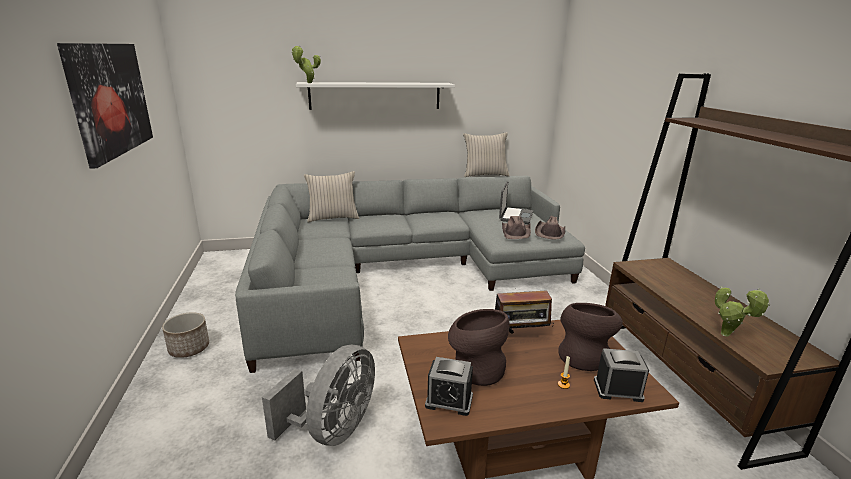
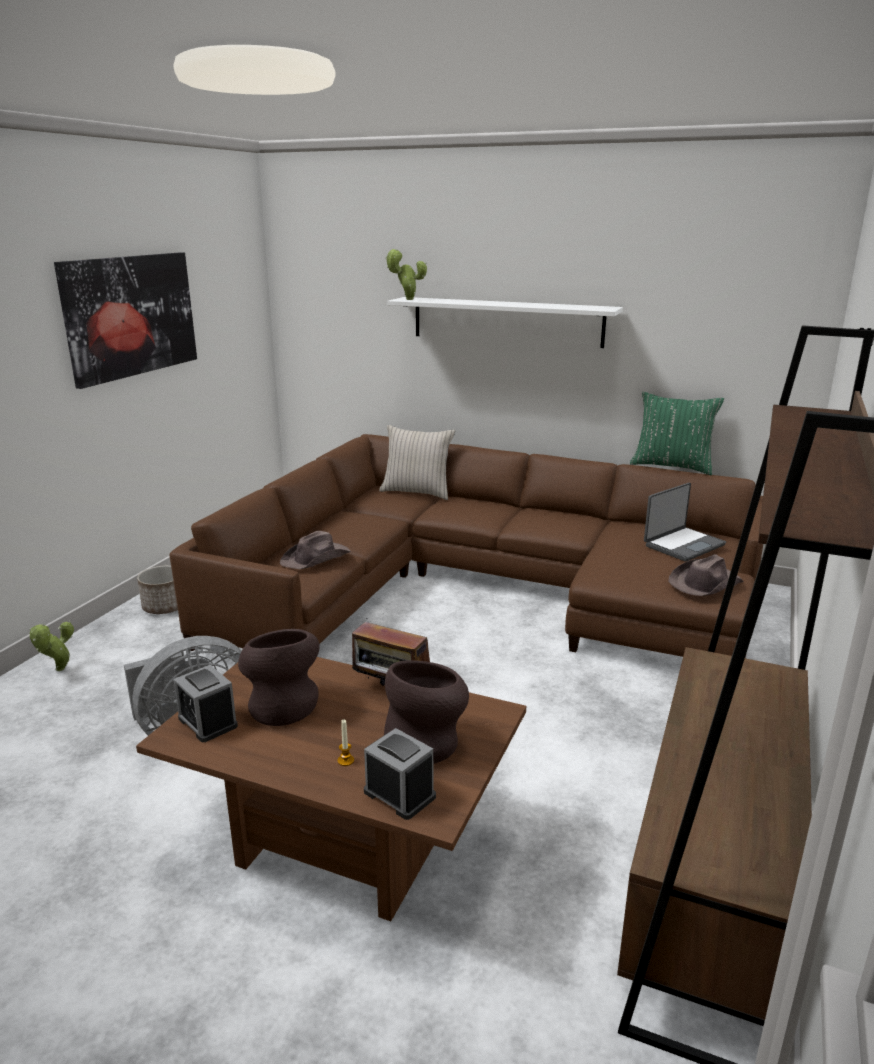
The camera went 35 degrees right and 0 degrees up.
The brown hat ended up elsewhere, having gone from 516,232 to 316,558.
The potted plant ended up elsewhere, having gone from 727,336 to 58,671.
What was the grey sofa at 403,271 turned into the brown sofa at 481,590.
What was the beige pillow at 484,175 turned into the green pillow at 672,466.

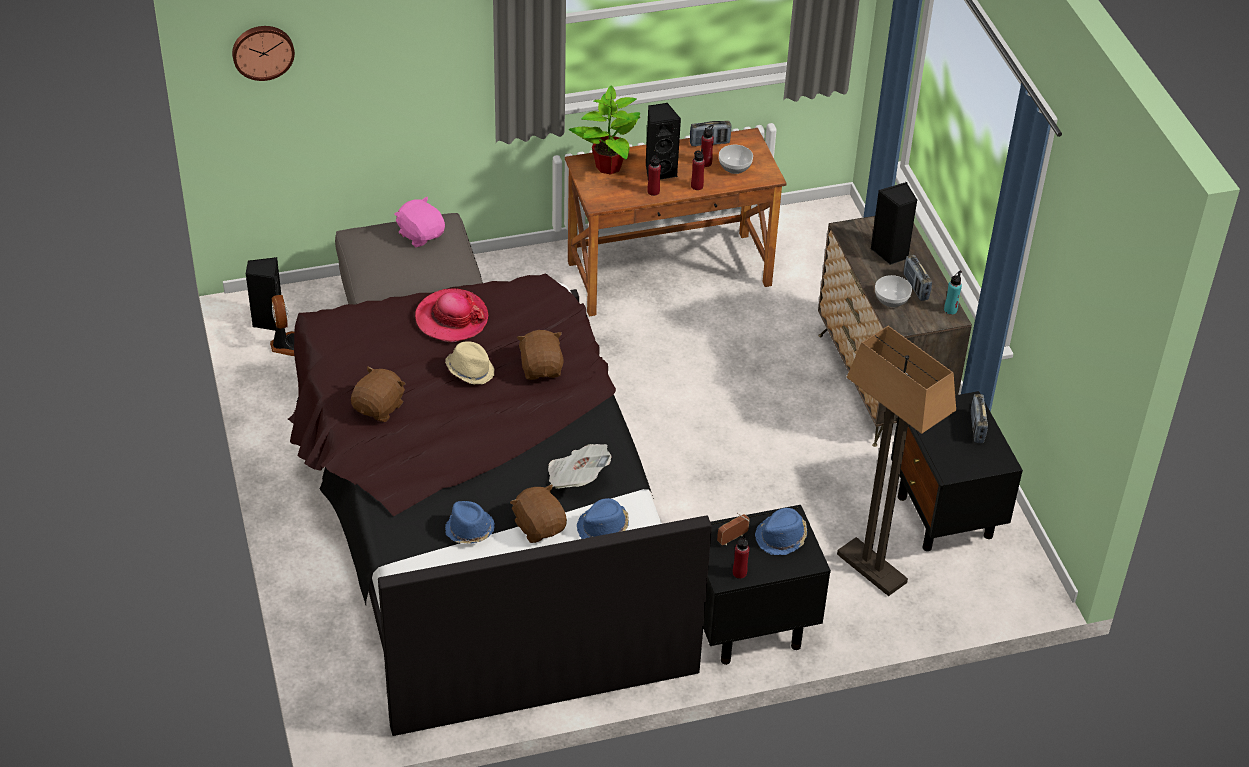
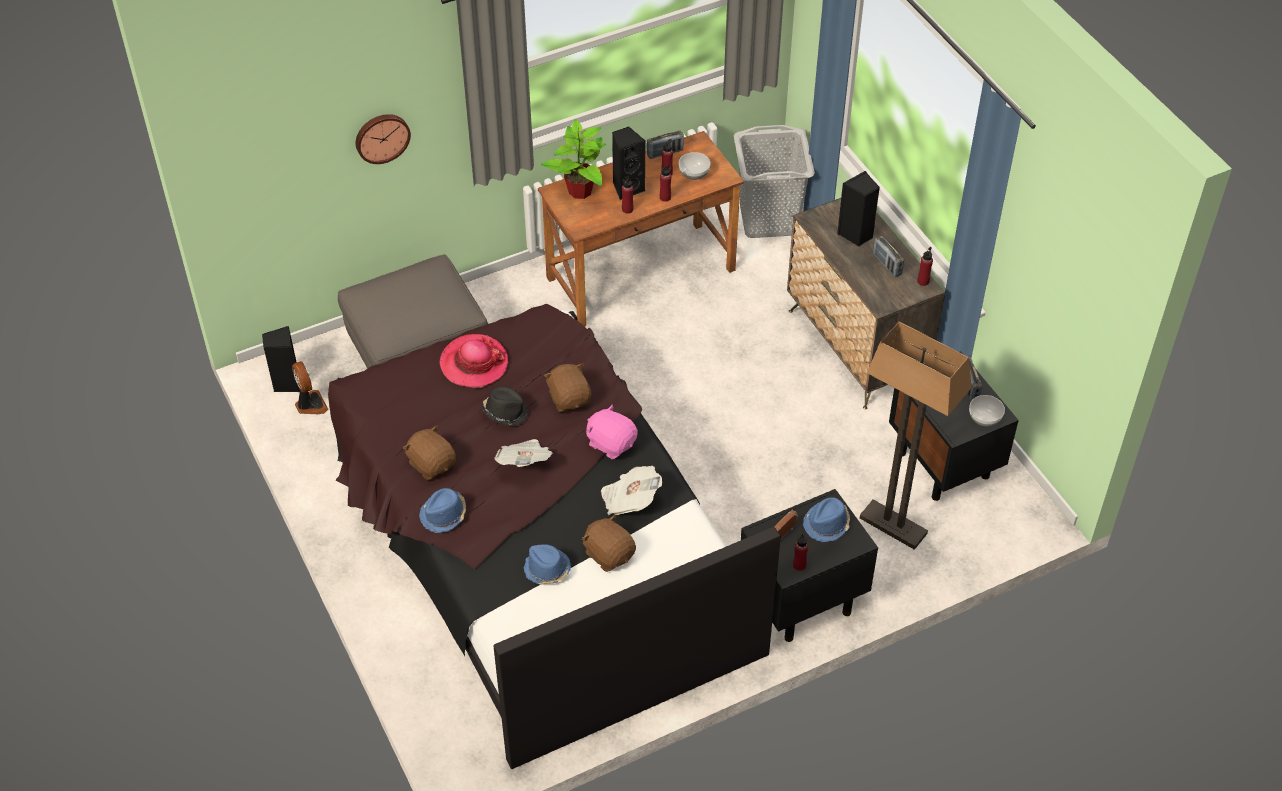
The camera went 10 degrees left and 5 degrees up.
The second view gained the newspaper at 525,463.
The second view gained the grey laundry basket at 769,219.
The wall clock ended up elsewhere, having gone from 262,51 to 381,137.
The pink plush toy ended up elsewhere, having gone from 421,235 to 611,443.
The blue hat ended up elsewhere, having gone from 603,528 to 444,515.
The bowl ended up elsewhere, having gone from 890,300 to 984,418.
What was the beige hat at 470,370 turned into the black hat at 505,412.
What was the turquoise bottle at 950,310 turned into the red bottle at 923,281.
The brown plush toy at 379,408 ended up facing another way, 60 degrees counterclockwise from before.

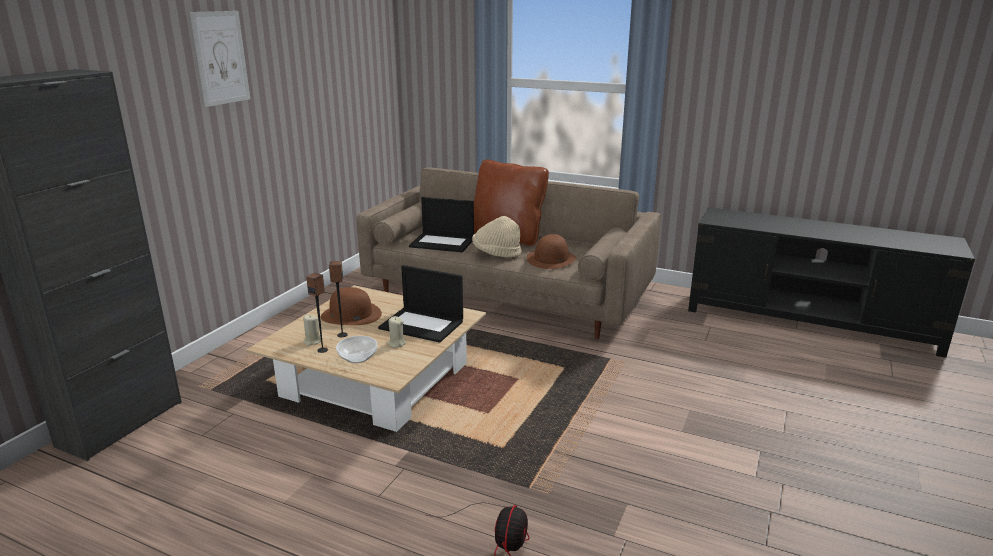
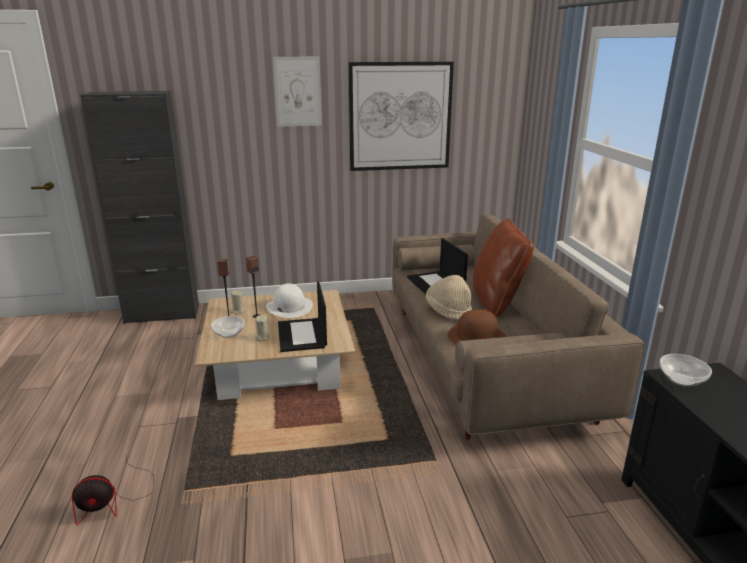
The camera went 55 degrees right and 0 degrees up.
The second view gained the picture at 400,117.
The second view gained the bowl at 681,379.
What was the brown hat at 351,315 turned into the white hat at 289,307.

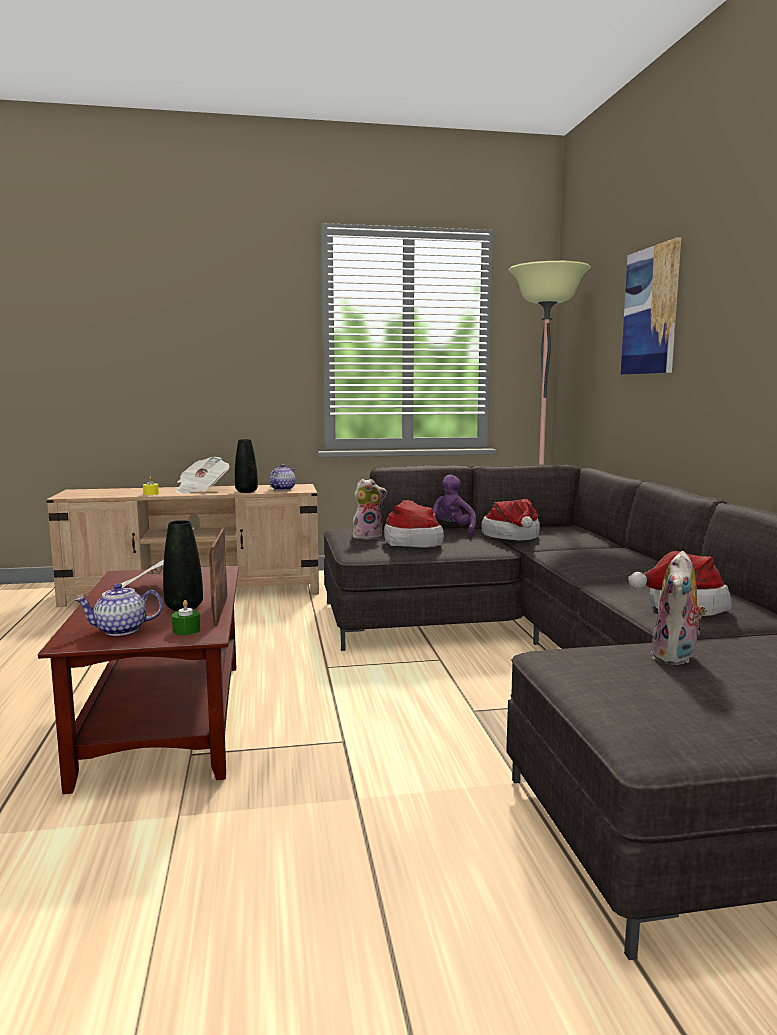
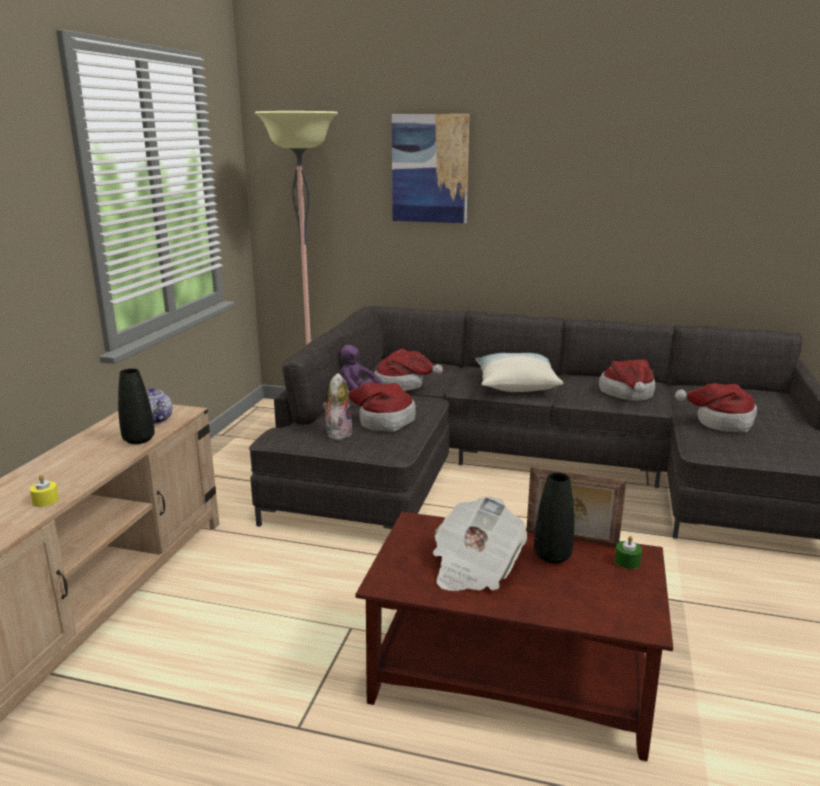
The camera went 65 degrees left and 10 degrees up.
The second view lost the teapot at 120,630.
The second view lost the newspaper at 201,490.
The second view gained the pillow at 515,385.
Where the plush toy stood at 676,657, the hat came to stand at 721,422.

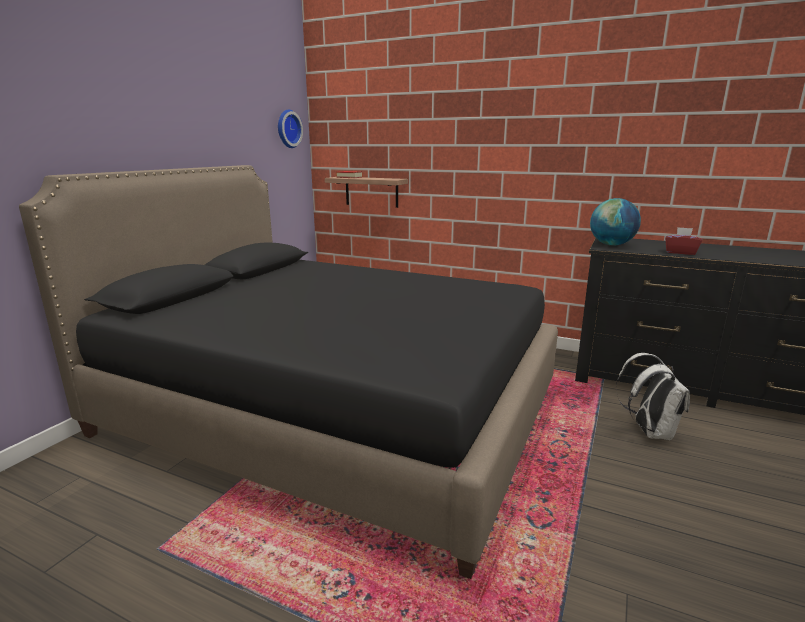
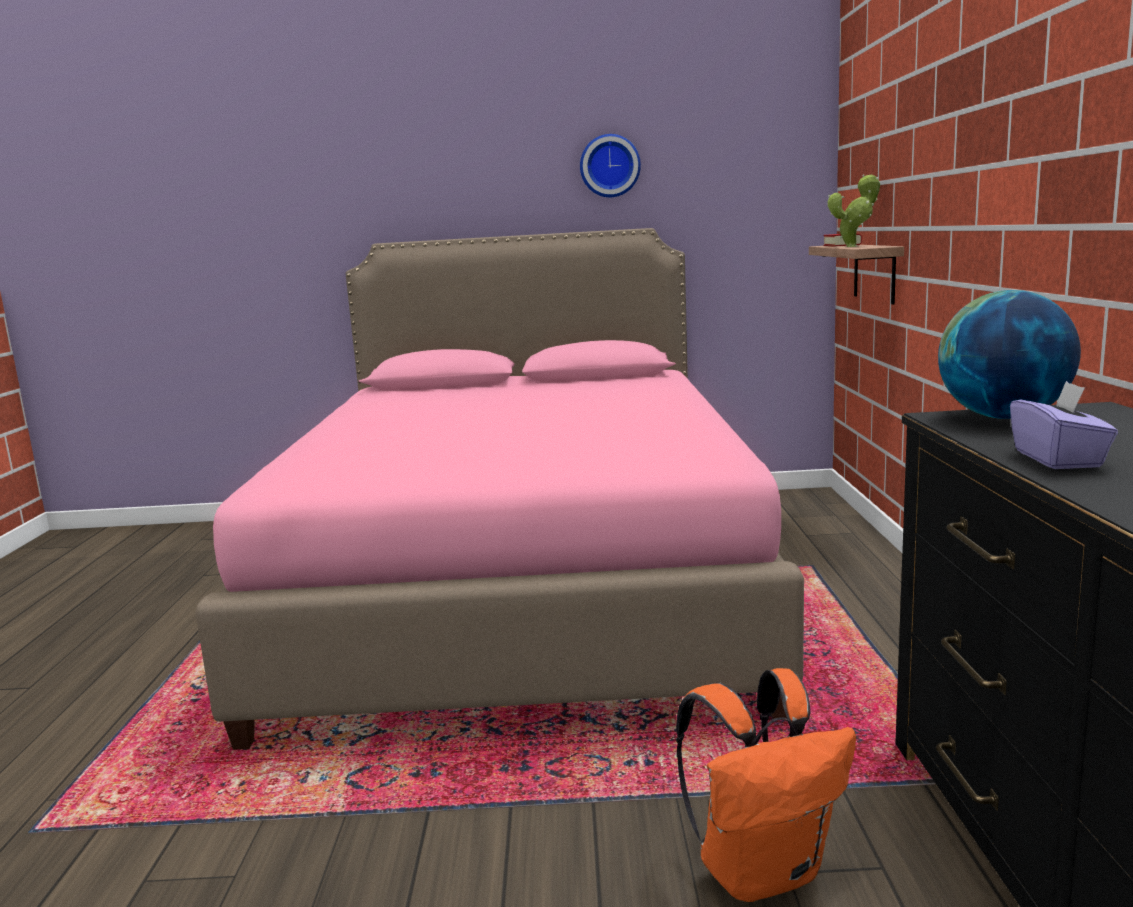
The camera went 65 degrees right and 5 degrees down.
The second view gained the potted plant at 854,246.
The wall clock ended up elsewhere, having gone from 287,129 to 609,166.
What was the black bed at 332,413 turned into the pink bed at 524,587.
What was the white backpack at 649,431 turned into the orange backpack at 762,871.
What was the red tissue box at 680,252 turned into the purple tissue box at 1058,459.

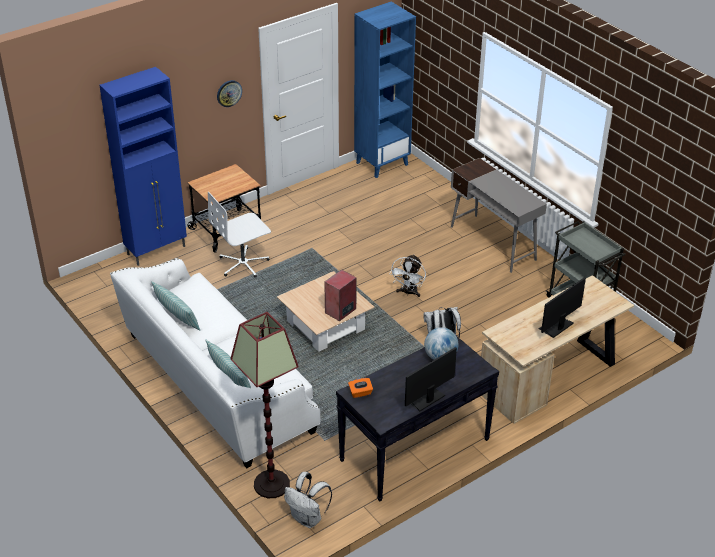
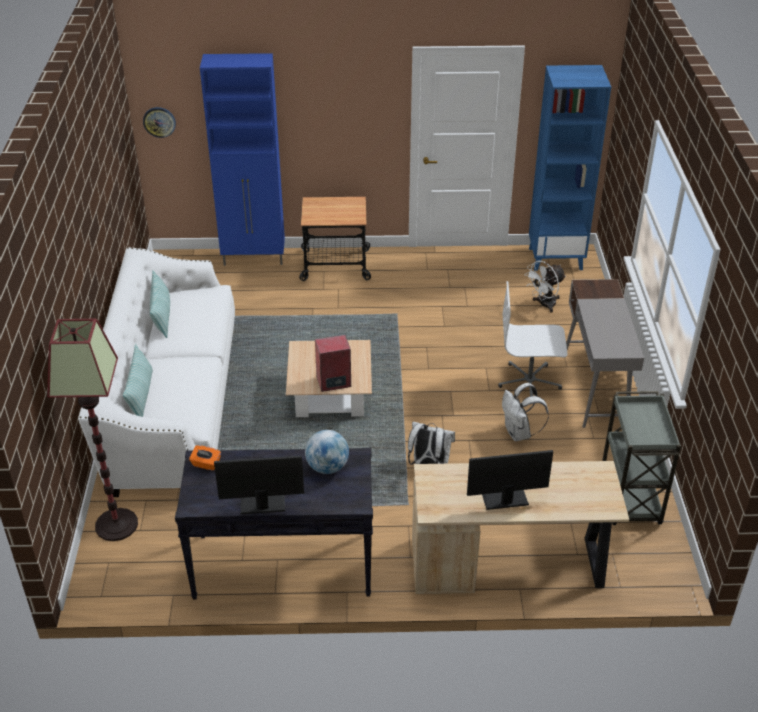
The camera went 35 degrees right and 0 degrees up.
The white office chair ended up elsewhere, having gone from 243,264 to 529,382.
The wall clock ended up elsewhere, having gone from 229,93 to 159,122.
The white backpack ended up elsewhere, having gone from 308,518 to 519,433.
The white fan ended up elsewhere, having gone from 408,293 to 544,305.

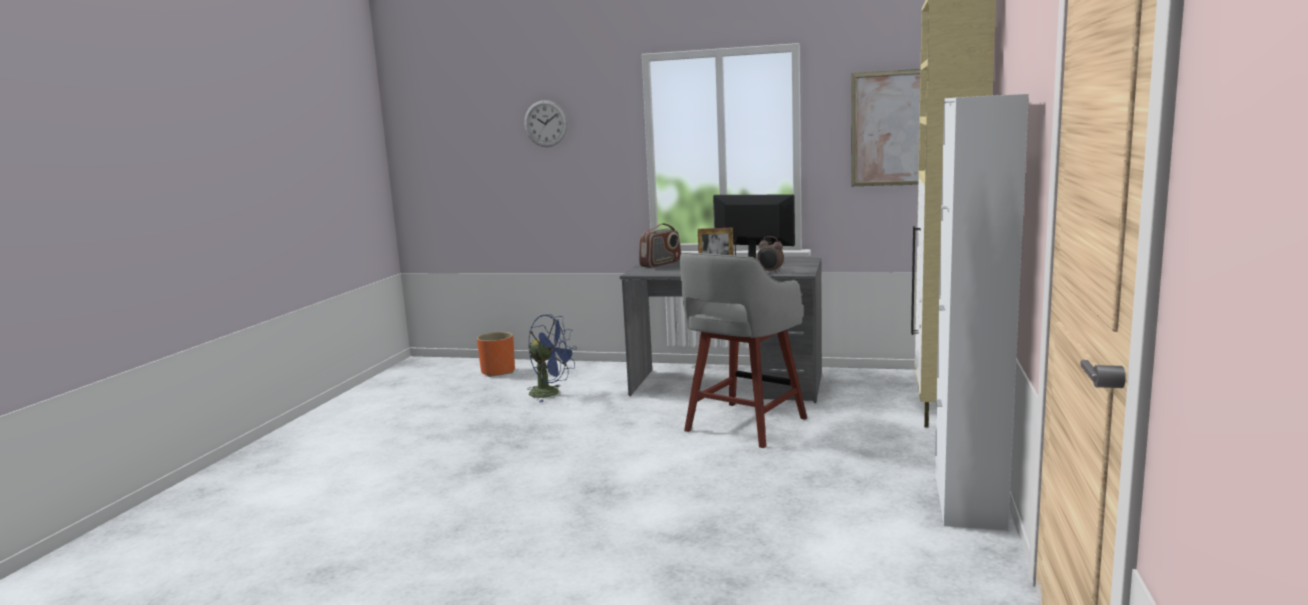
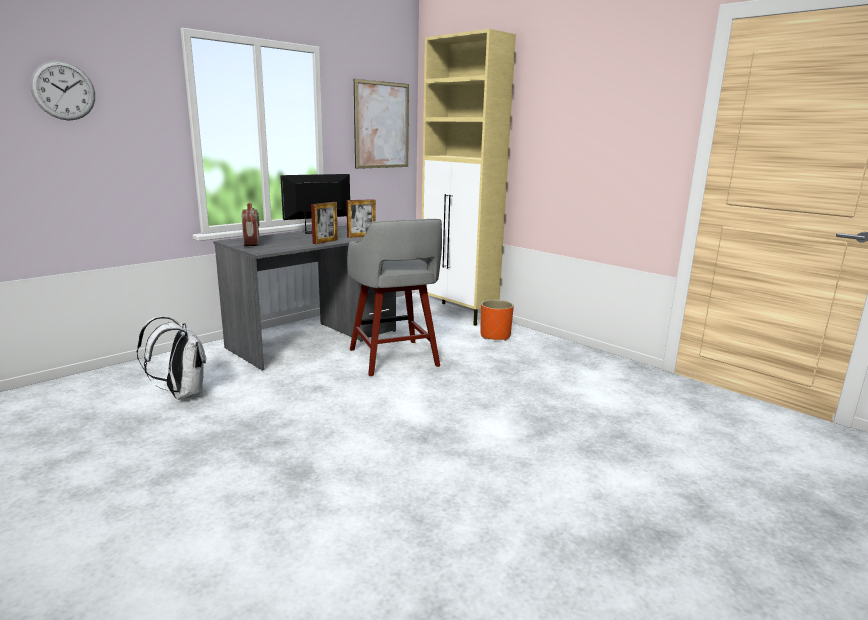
The camera went 60 degrees left and 5 degrees up.
The second view lost the white cabinet at 968,498.
The orange planter ended up elsewhere, having gone from 498,372 to 495,336.
Where the blue fan stood at 551,393, the white backpack came to stand at 182,394.
Where the alarm clock stood at 770,272, the picture frame came to stand at 361,236.

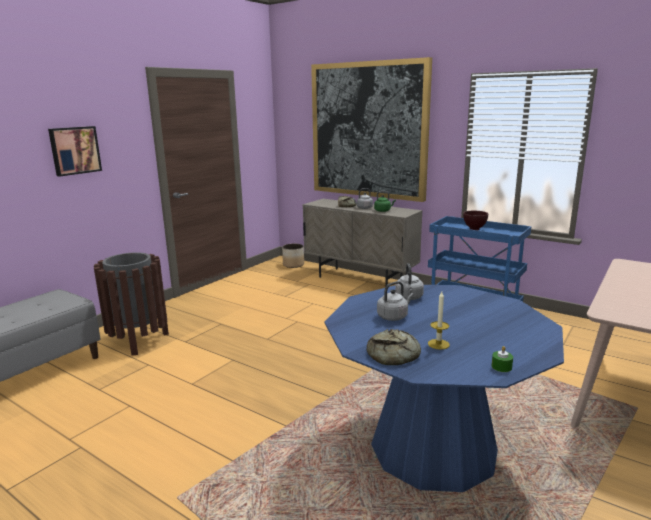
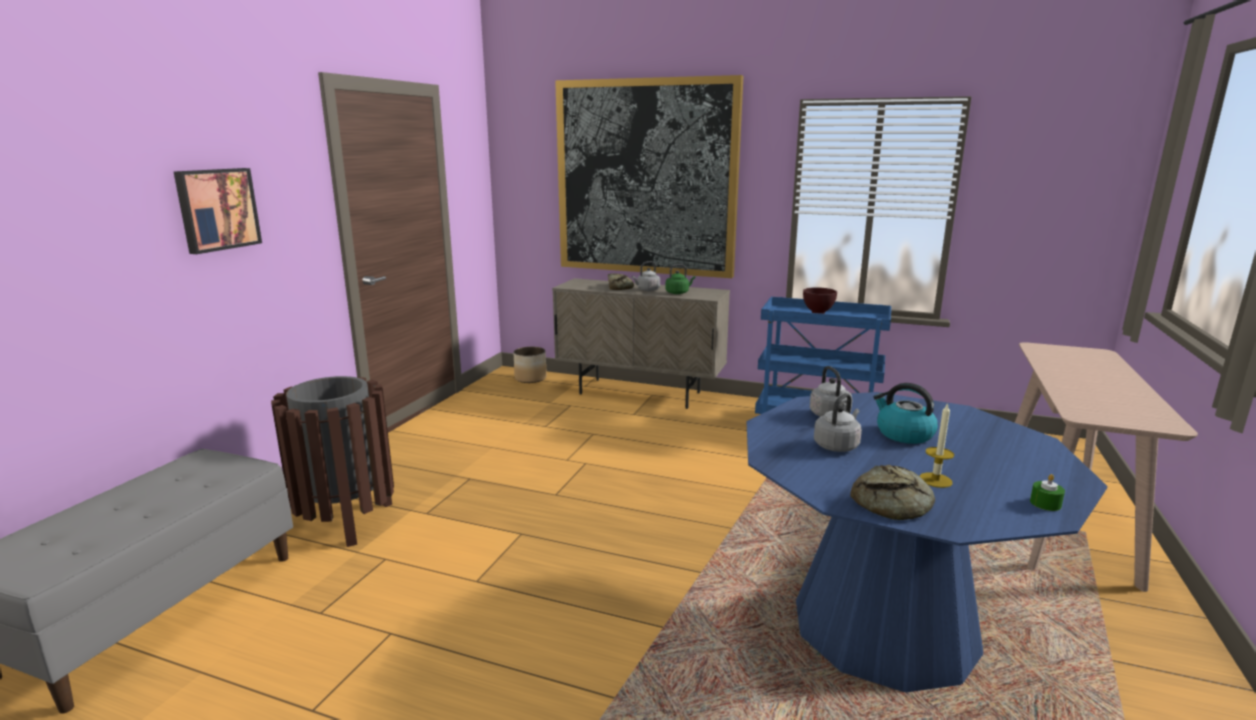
The camera went 15 degrees left and 0 degrees up.
The second view gained the kettle at 903,434.

